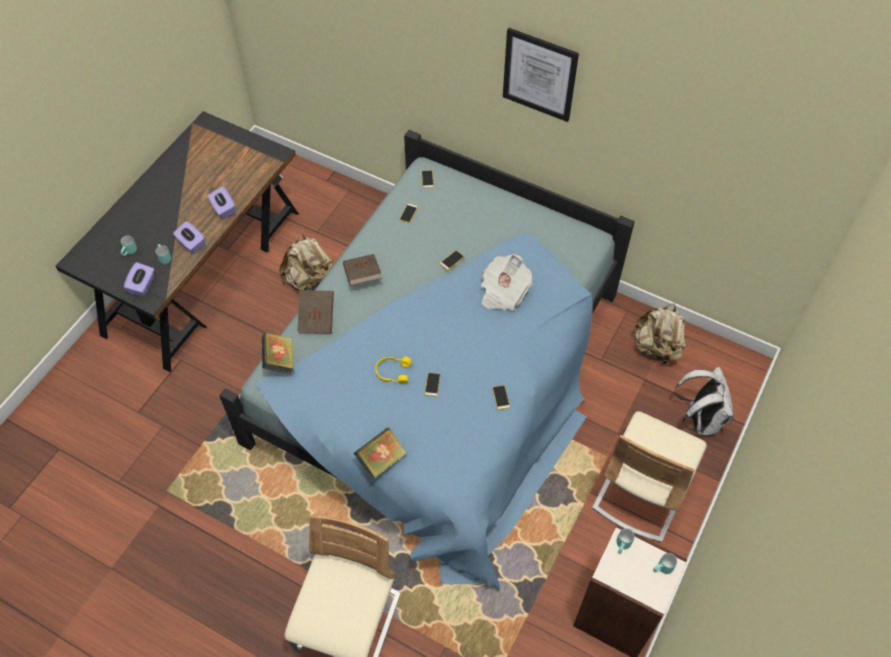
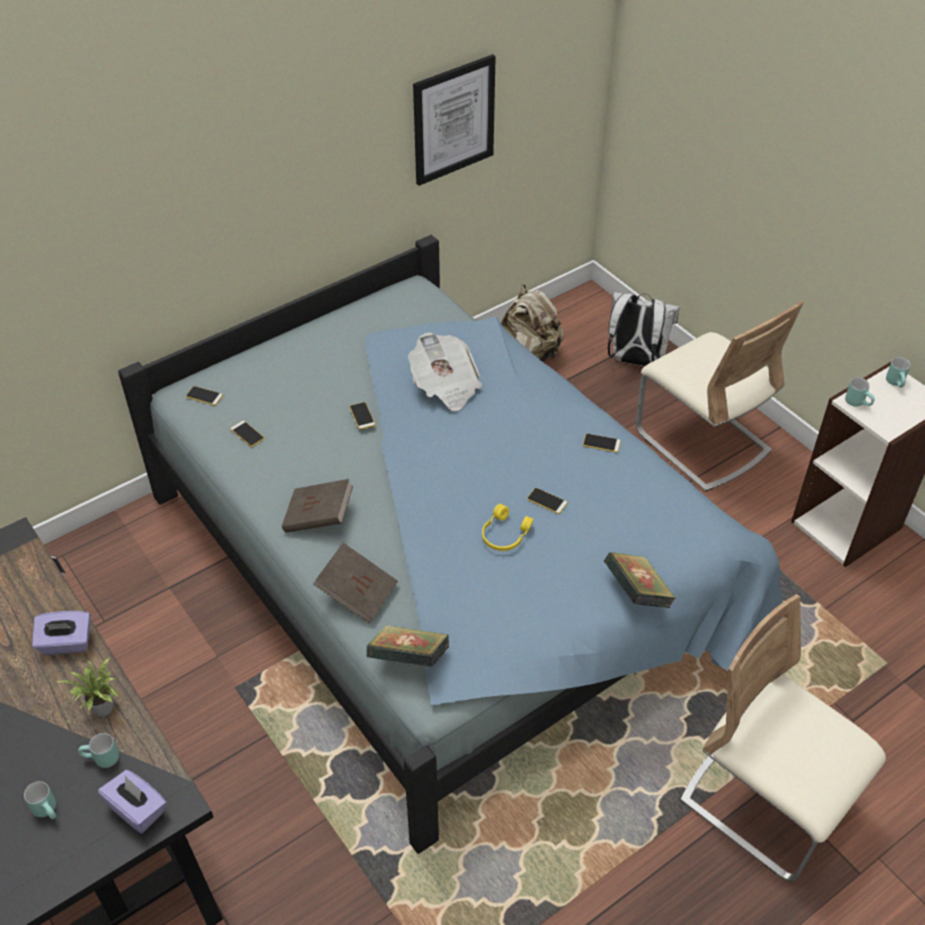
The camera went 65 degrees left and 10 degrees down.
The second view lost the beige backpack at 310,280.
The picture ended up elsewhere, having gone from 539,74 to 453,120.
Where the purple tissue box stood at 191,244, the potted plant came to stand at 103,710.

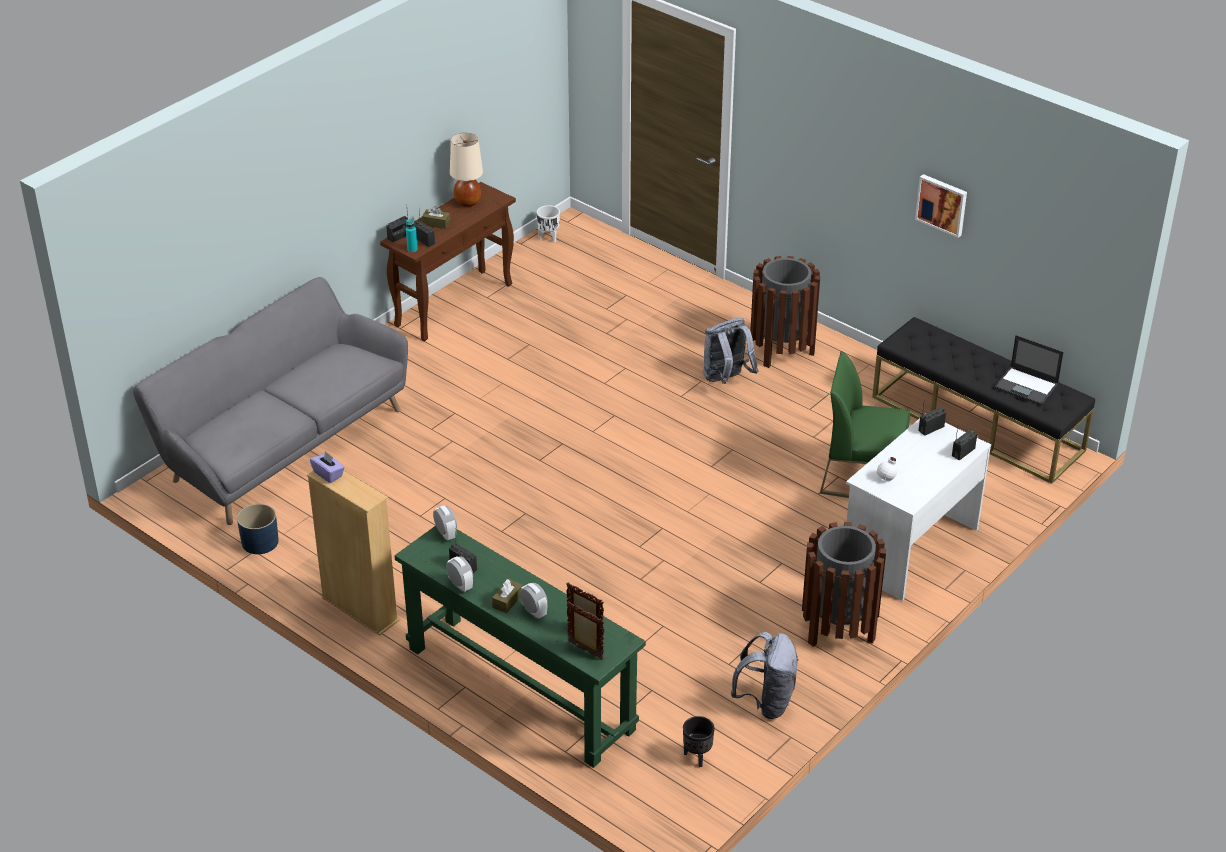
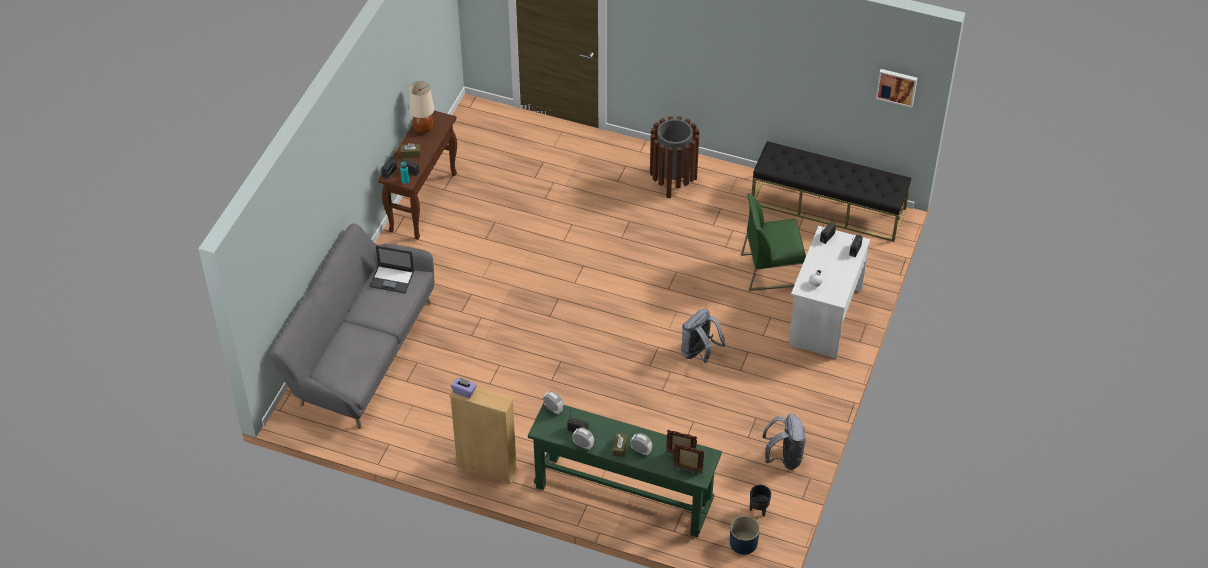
The camera went 20 degrees left and 10 degrees up.
The second view lost the white planter at 548,238.
The second view lost the brown trash can at 838,628.
The blue planter ended up elsewhere, having gone from 260,542 to 743,542.
The grey backpack ended up elsewhere, having gone from 726,379 to 699,353.
The picture ended up elsewhere, having gone from 942,204 to 897,86.
The laptop ended up elsewhere, having gone from 1027,386 to 392,279.

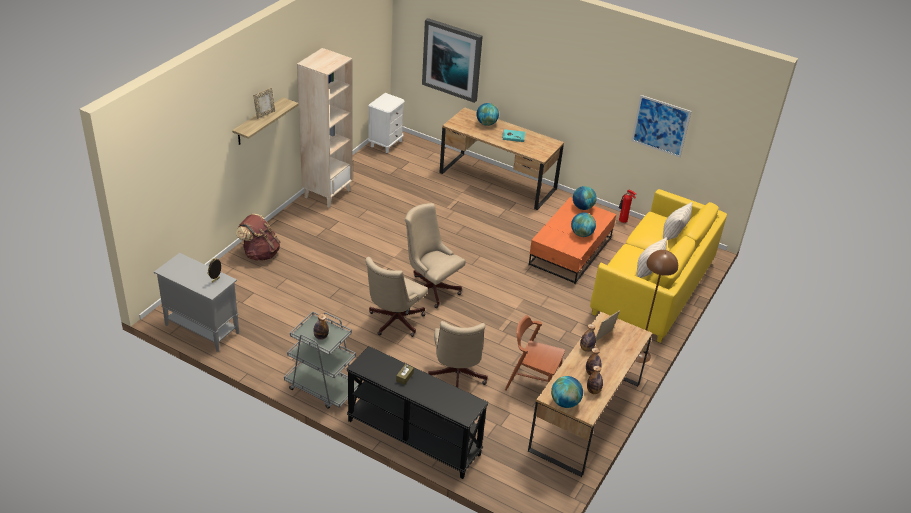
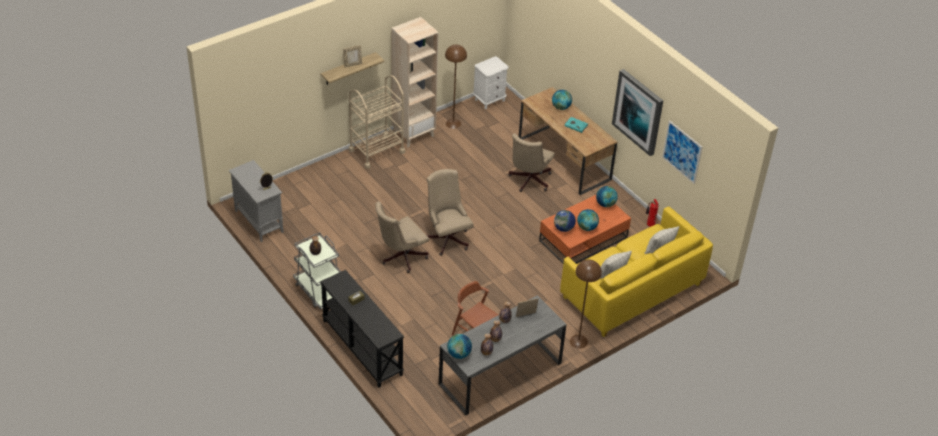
The camera went 25 degrees right and 5 degrees up.
The second view lost the brown backpack at 260,253.
The second view gained the beige cart at 376,151.
The second view gained the brown floor lamp at 453,123.
The second view gained the globe at 563,228.
The picture ended up elsewhere, having gone from 452,59 to 638,111.
The beige office chair ended up elsewhere, having gone from 456,377 to 528,181.
What was the brown desk at 585,416 turned into the grey desk at 500,373.

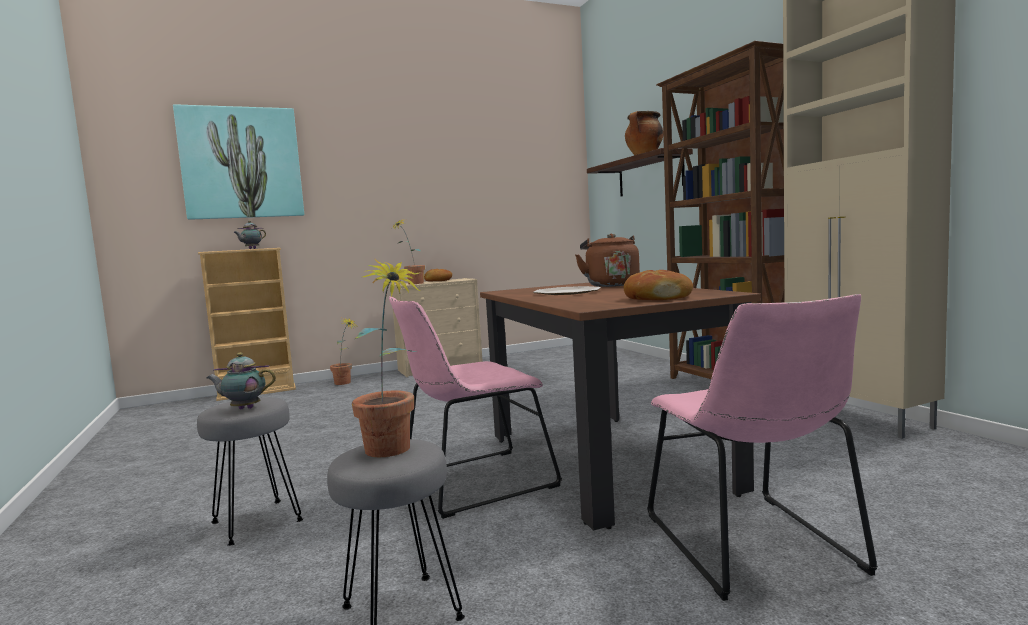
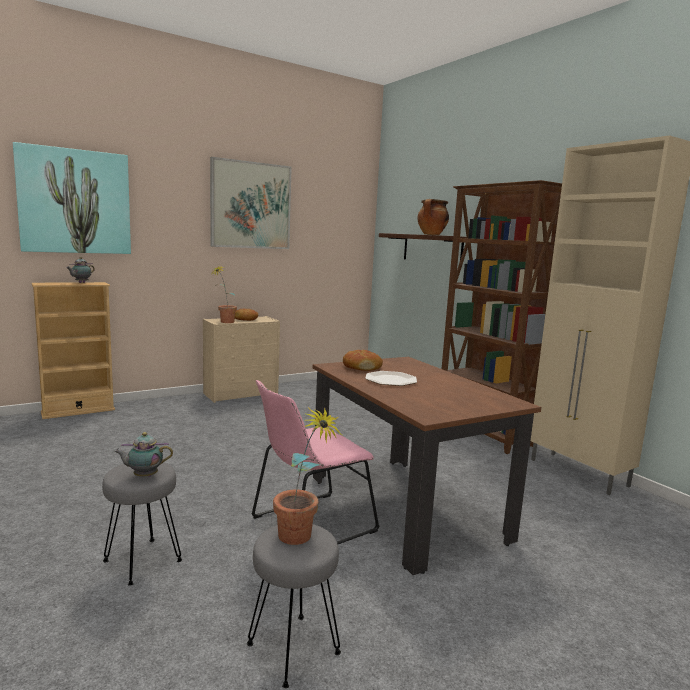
The camera went 10 degrees left and 5 degrees up.
The second view lost the potted plant at 346,383.
The second view lost the brown kettle at 610,285.
The second view lost the pink chair at 754,547.
The second view gained the picture at 251,205.
The bread ended up elsewhere, having gone from 656,298 to 361,367.

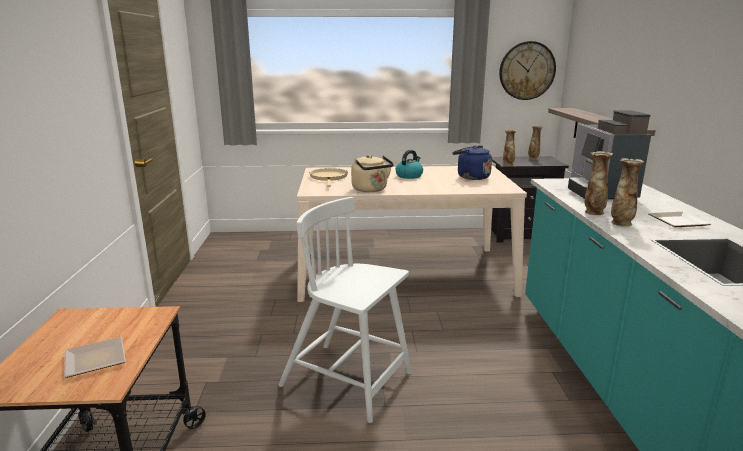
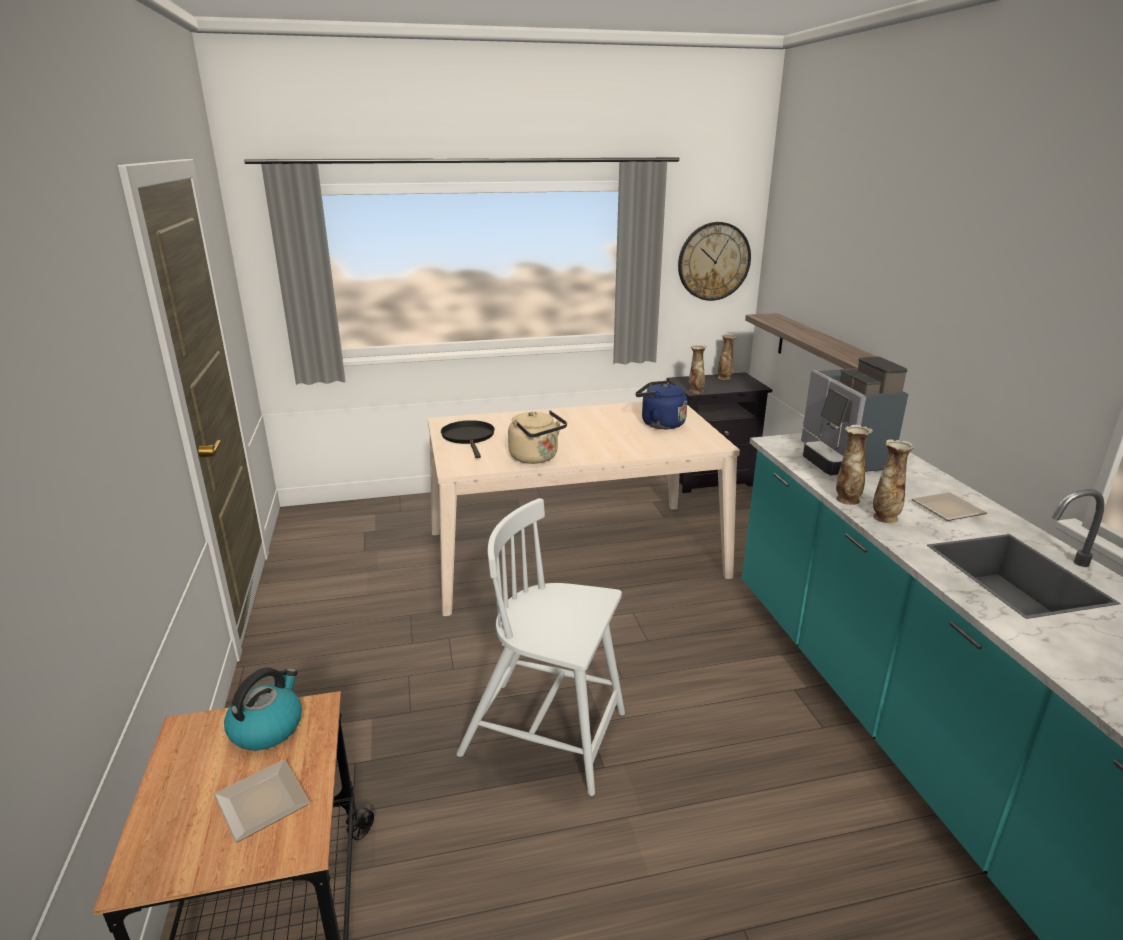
The camera went 10 degrees left and 5 degrees up.
The kettle ended up elsewhere, having gone from 409,176 to 267,727.
What was the beige frying pan at 329,178 turned into the black frying pan at 469,437.

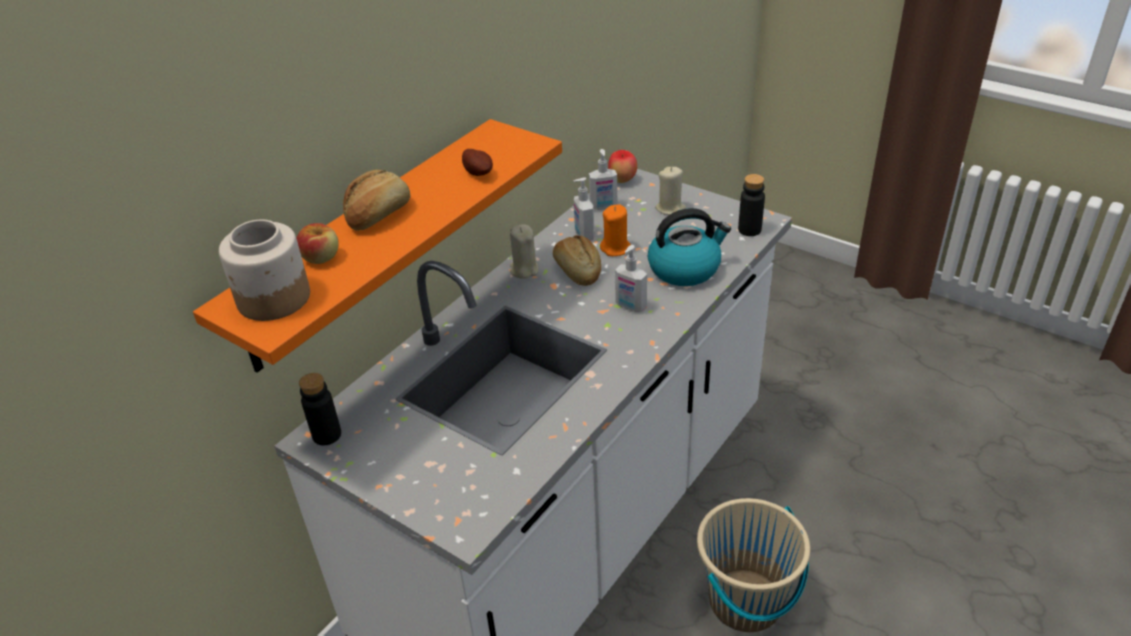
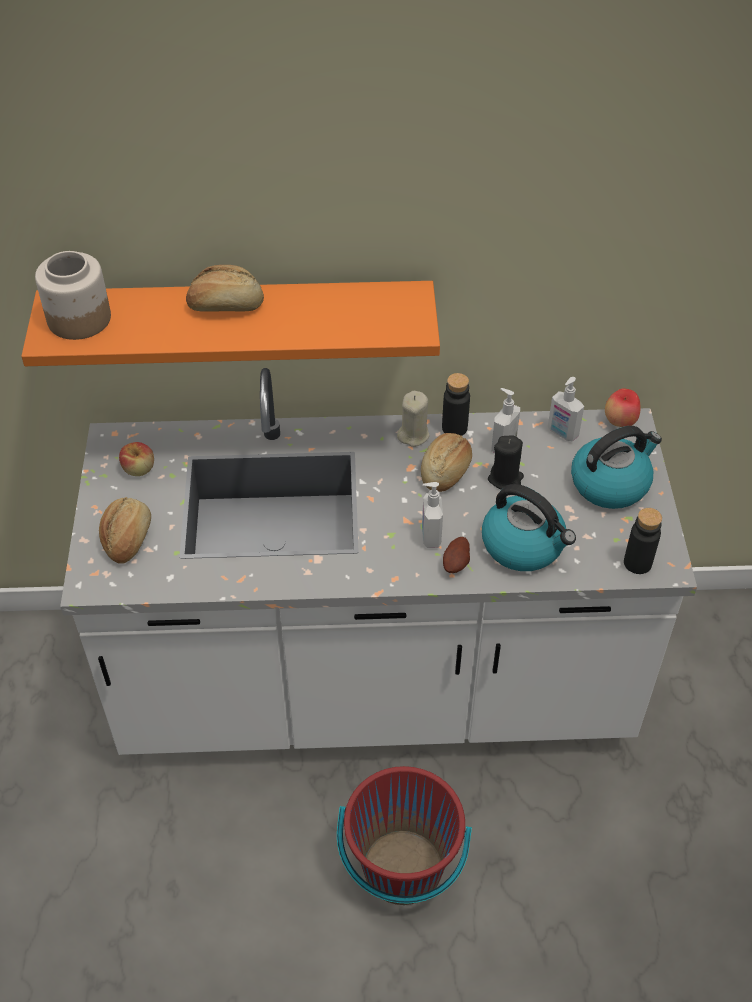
The camera went 50 degrees right and 10 degrees up.
The second view gained the bread at 127,538.
The apple ended up elsewhere, having gone from 321,257 to 139,469.
The black bottle ended up elsewhere, having gone from 327,435 to 454,428.
The potato ended up elsewhere, having gone from 479,172 to 456,563.
Where the beige candle stood at 670,208, the kettle came to stand at 610,483.
What was the orange candle at 616,248 turned into the black candle at 505,478.
What was the beige bucket at 746,602 turned into the red bucket at 402,869.

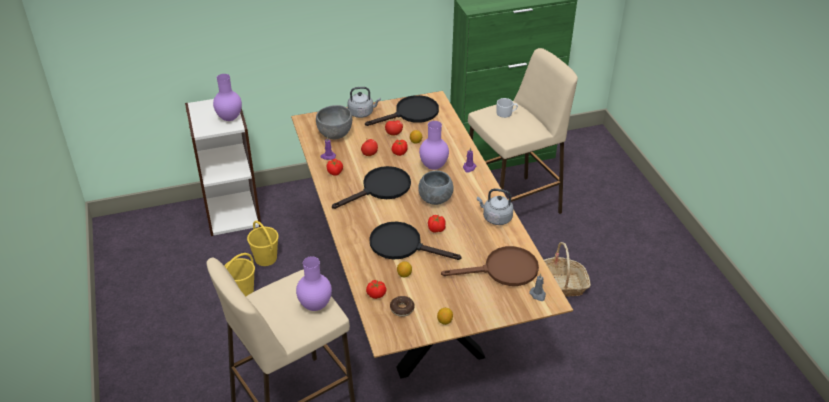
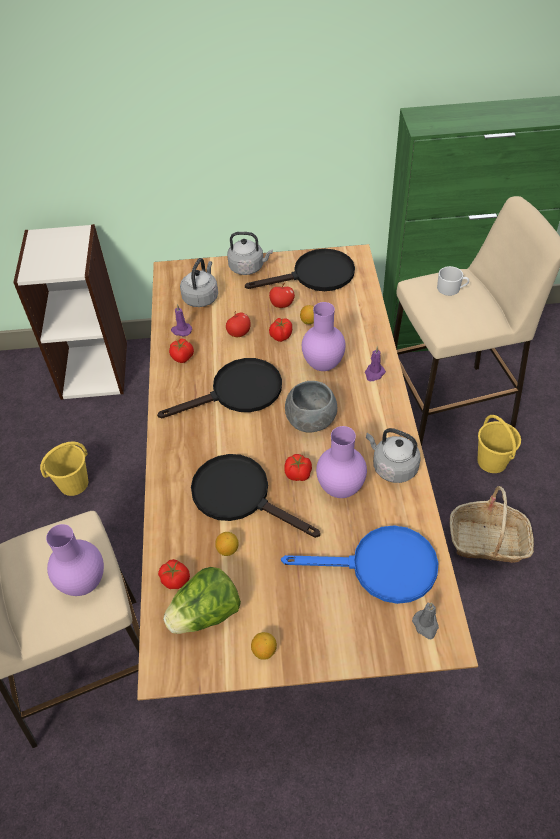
The camera went 15 degrees right and 10 degrees up.
The purple vase ended up elsewhere, having gone from 230,118 to 341,488.
The yellow bucket ended up elsewhere, having gone from 266,258 to 492,462.
Where the grey bowl stood at 335,134, the grey kettle came to stand at 201,297.
Where the donut stood at 402,309, the lettuce came to stand at 206,614.
What was the brown frying pan at 503,270 turned into the blue frying pan at 381,567.

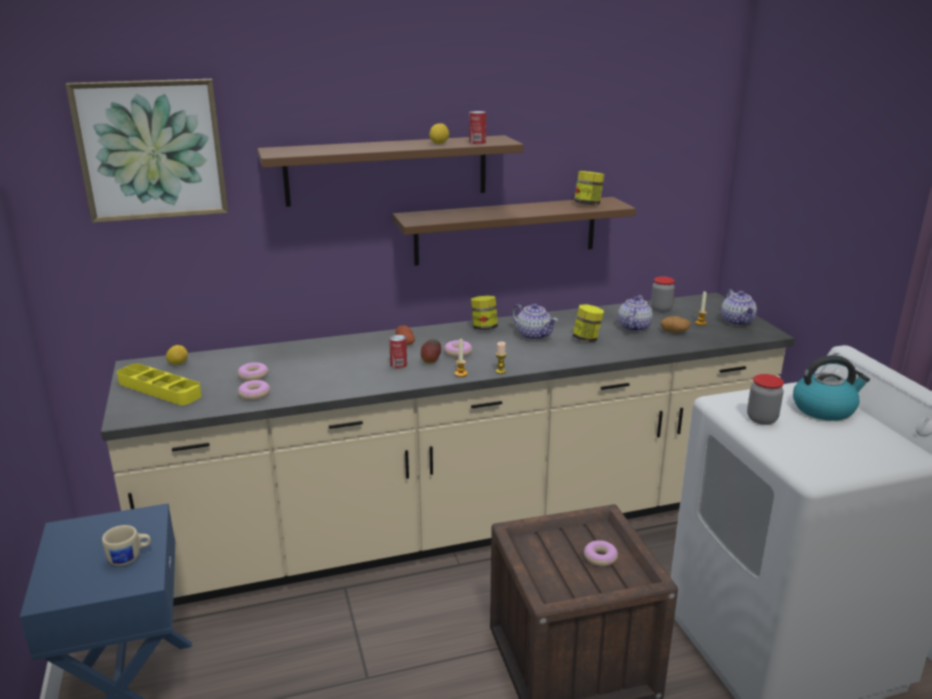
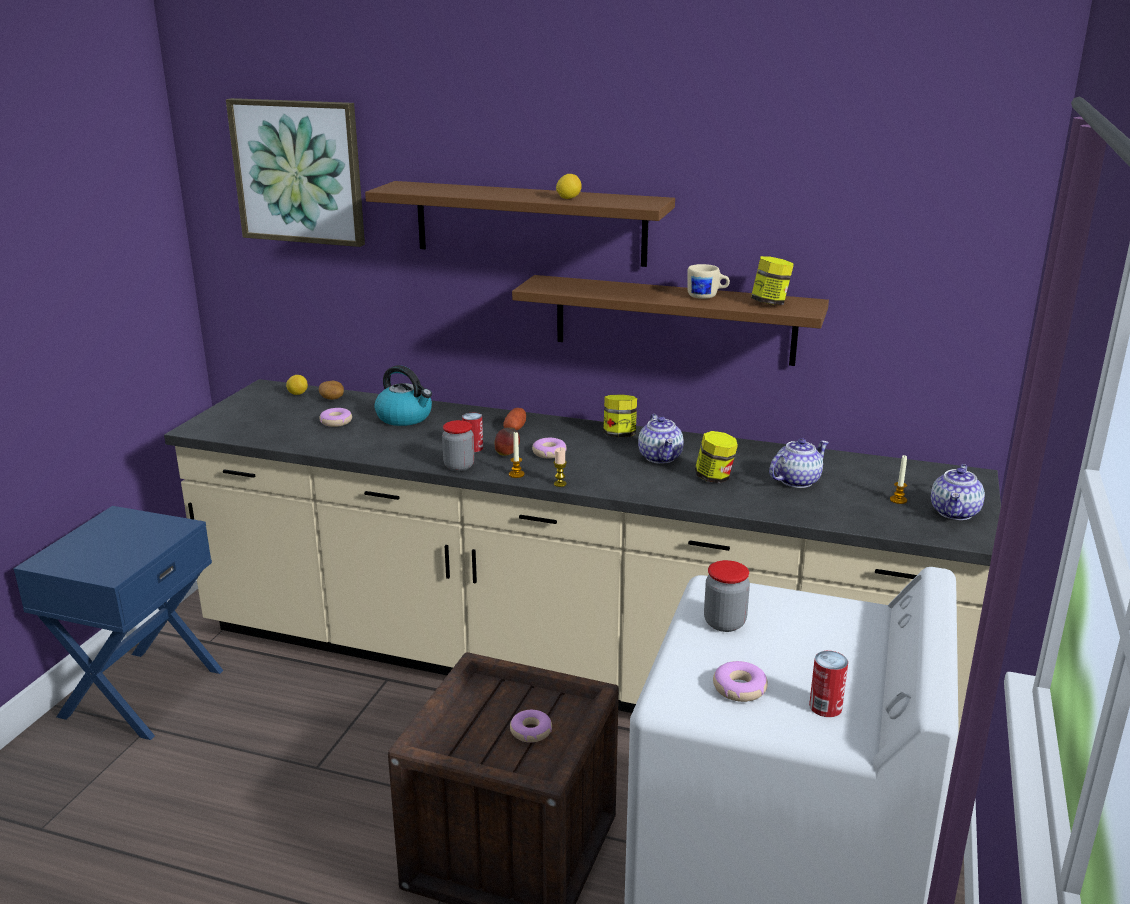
The camera went 35 degrees right and 0 degrees up.
The second view lost the yellow tray at 159,389.
The beige mug ended up elsewhere, having gone from 130,558 to 707,297.
The donut ended up elsewhere, having gone from 254,394 to 739,688.
The can ended up elsewhere, having gone from 477,142 to 825,707.
The jar ended up elsewhere, having gone from 661,309 to 459,466.
The potato ended up elsewhere, having gone from 674,331 to 332,398.
The kettle ended up elsewhere, having gone from 824,409 to 405,417.

